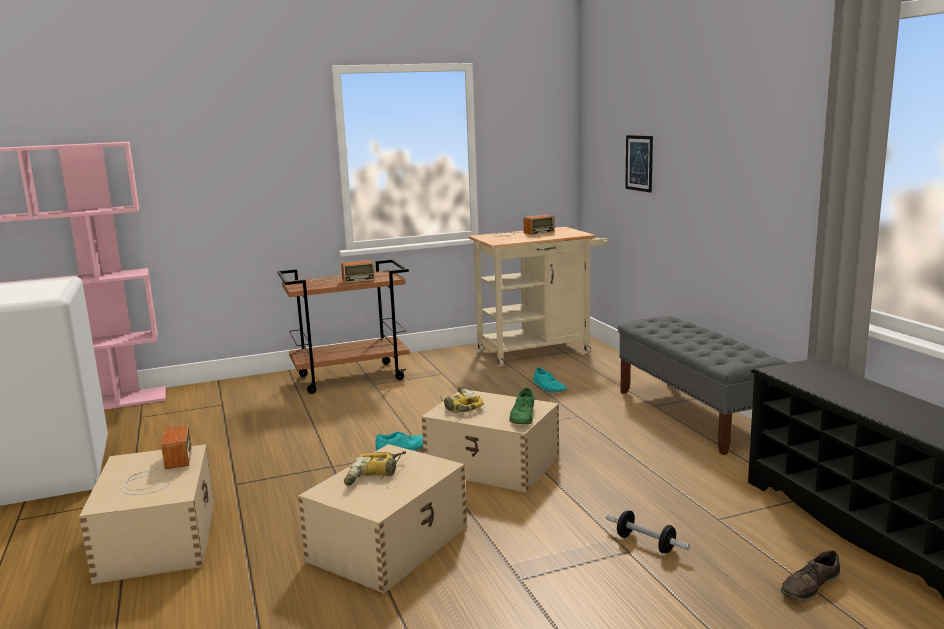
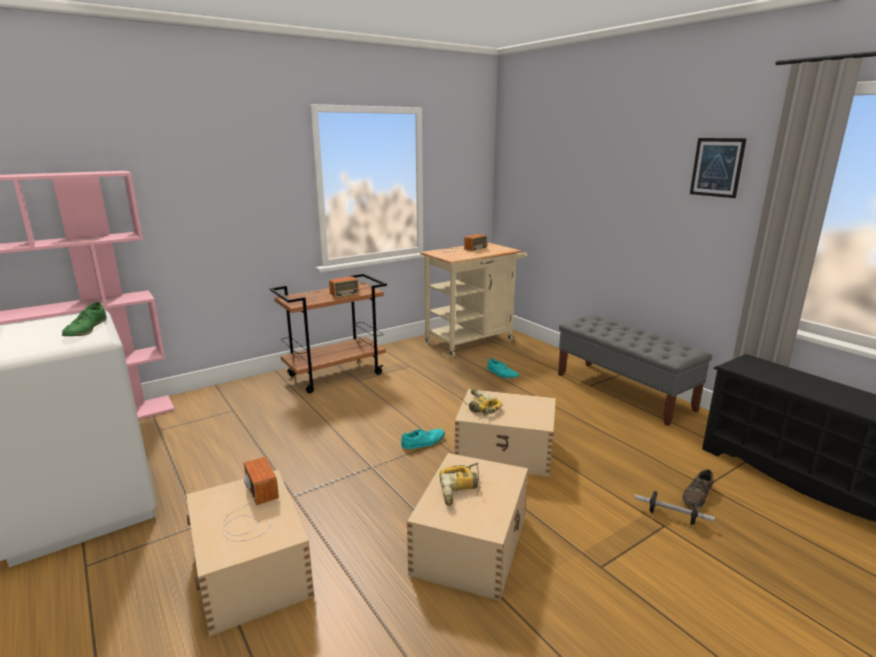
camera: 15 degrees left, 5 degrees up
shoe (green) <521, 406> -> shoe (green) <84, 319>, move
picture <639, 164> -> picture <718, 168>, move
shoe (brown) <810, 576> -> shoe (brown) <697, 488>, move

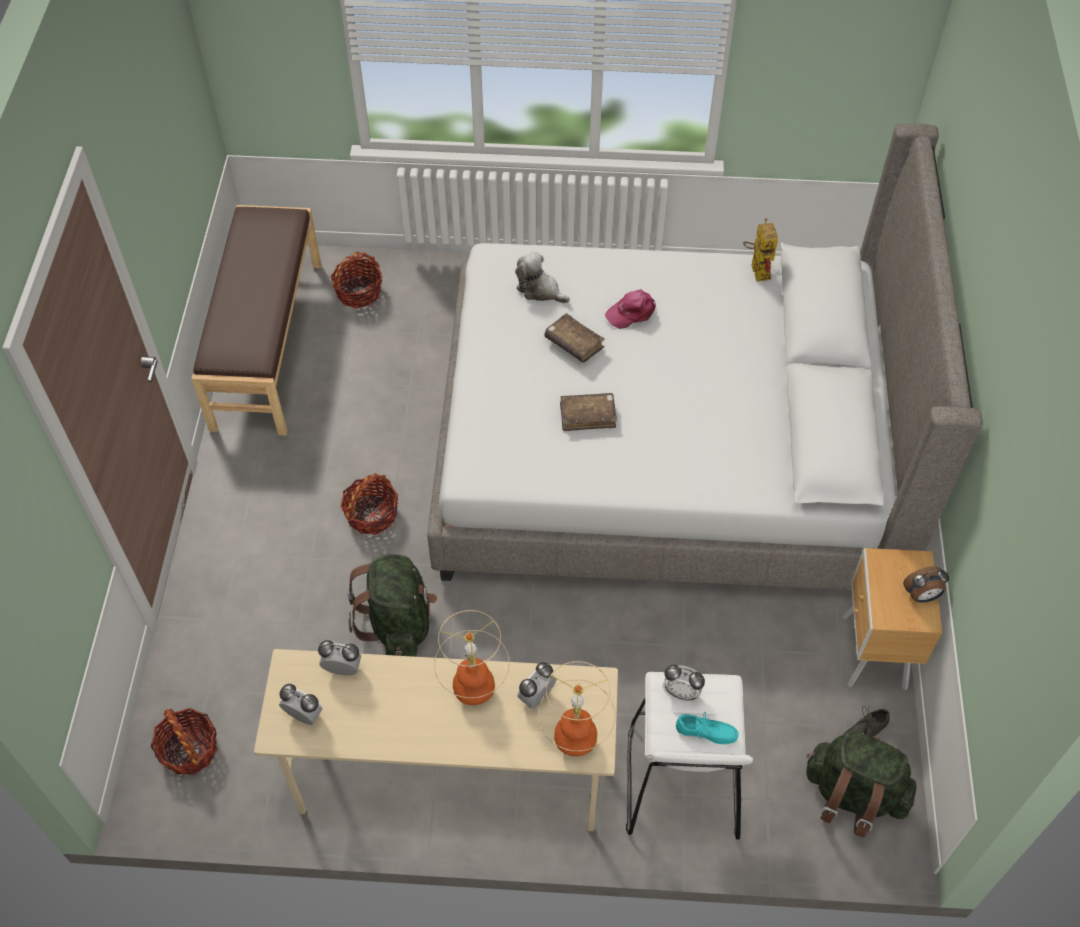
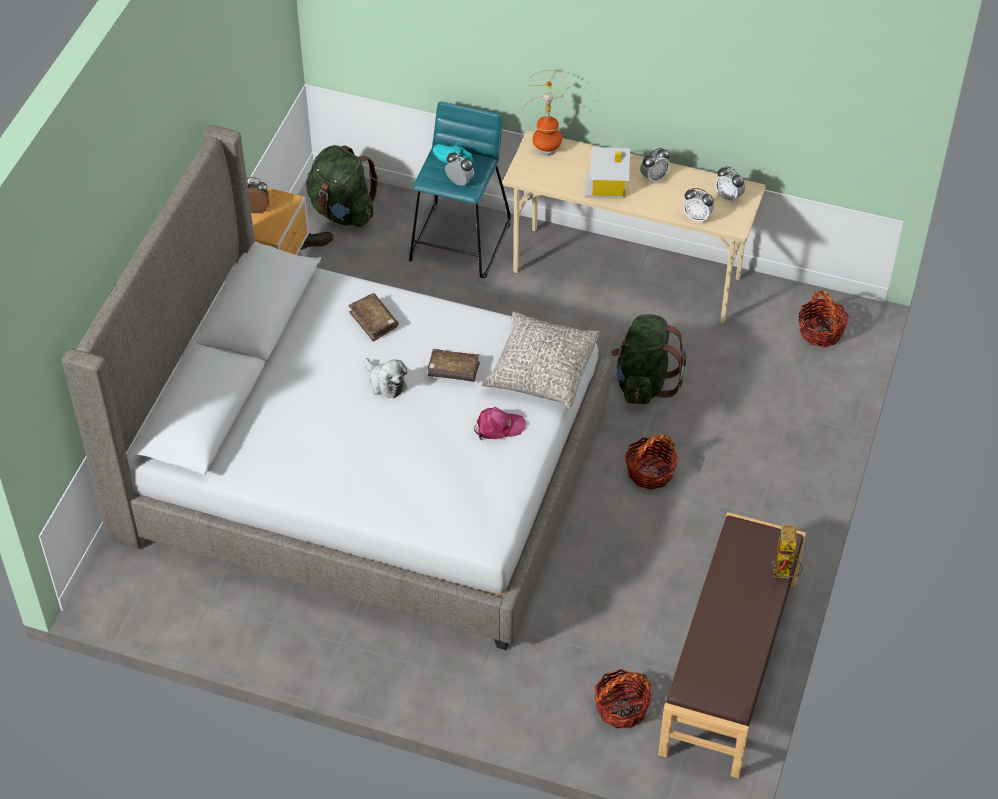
camera: 165 degrees left, 5 degrees down
none -> pillow (grey) <540, 360>
plush toy <542, 277> -> plush toy <385, 378>, move
alarm clock <537, 685> -> alarm clock <655, 166>, move
book (brown) <574, 338> -> book (brown) <373, 317>, move
cap (pink) <630, 309> -> cap (pink) <500, 424>, move
toy robot <760, 250> -> toy robot <787, 551>, move
table lamp <472, 658> -> toy house <607, 173>
stool (white) <689, 756> -> stool (turquoise) <460, 189>

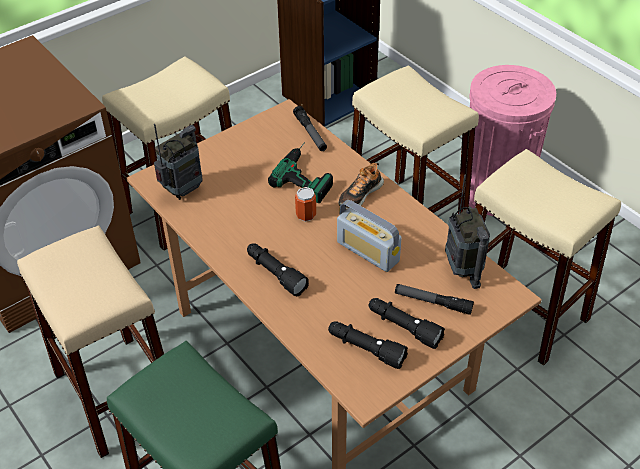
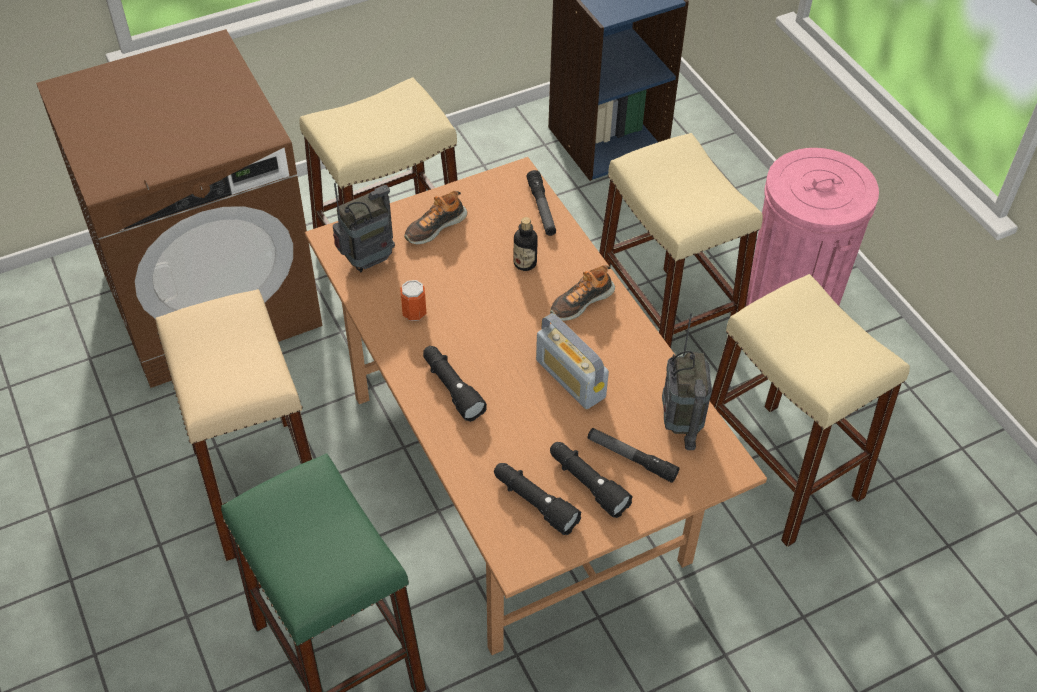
camera: 10 degrees right, 5 degrees up
none -> shoe <435, 217>
can <305, 204> -> can <413, 300>, move
power drill <300, 172> -> bottle <525, 244>

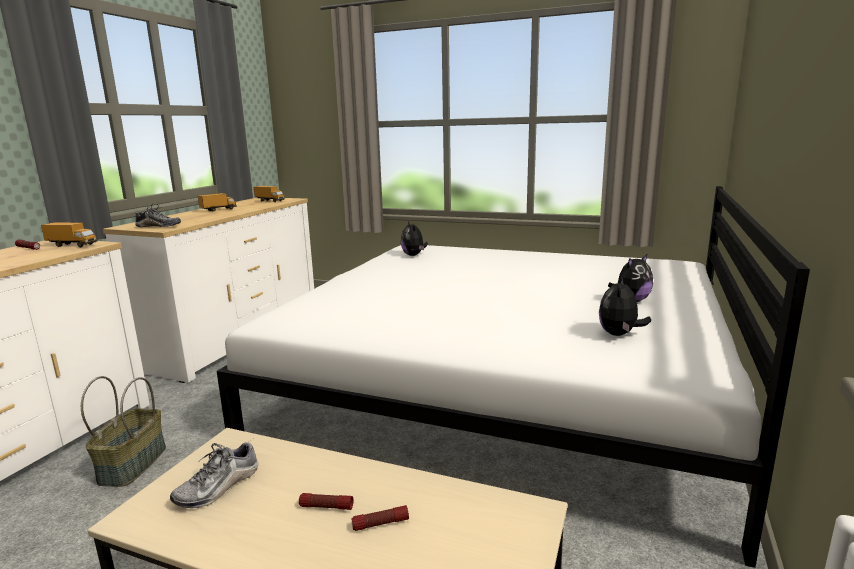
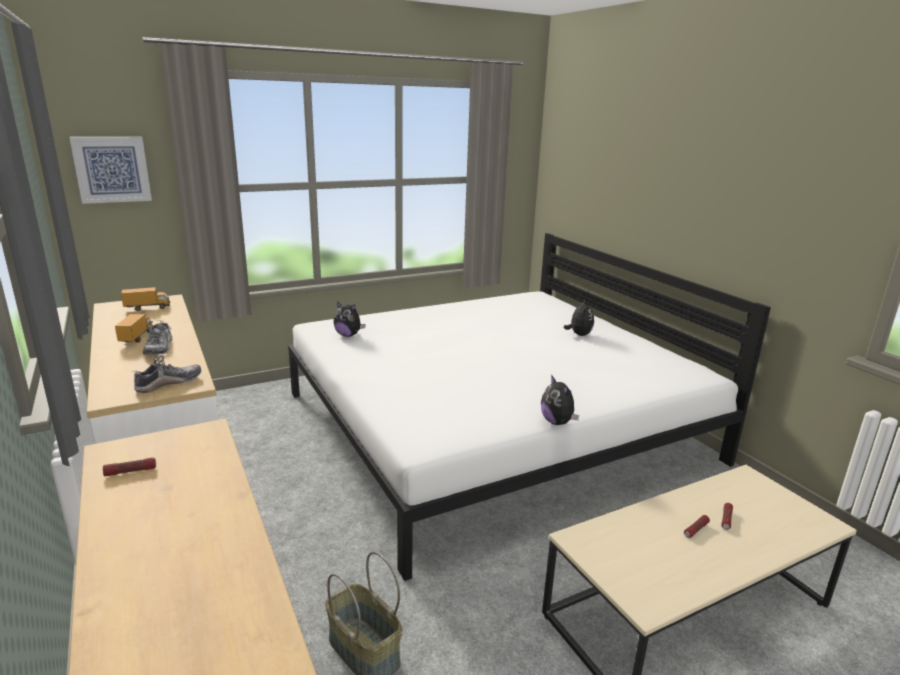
camera: 50 degrees left, 5 degrees up
toy truck <69, 234> -> none
none -> picture <110, 170>
shoe <214, 474> -> shoe <156, 337>, move
plush toy <625, 306> -> plush toy <560, 400>, move

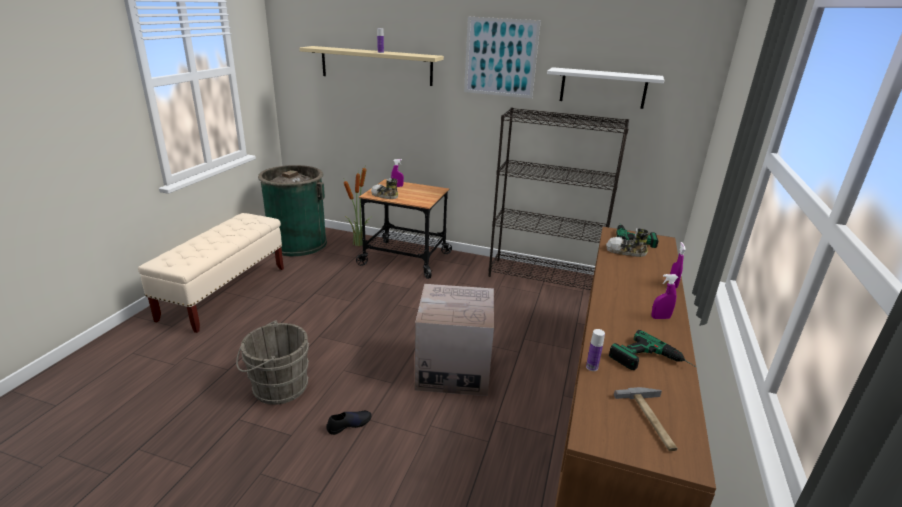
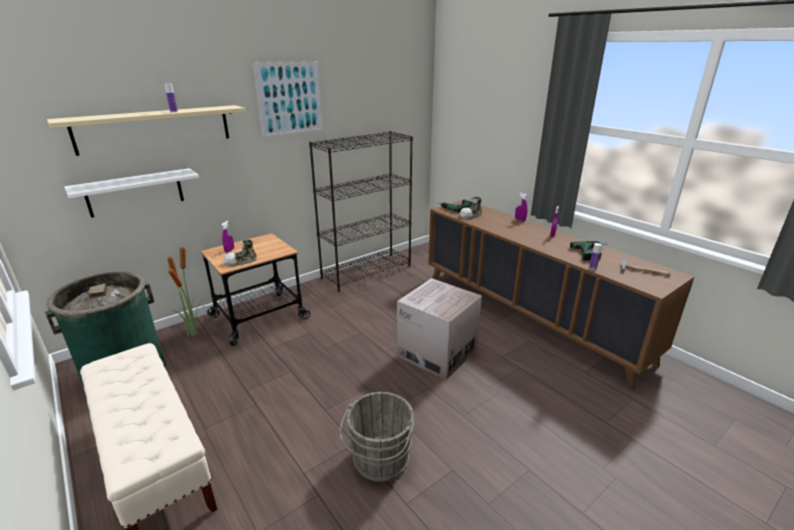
camera: 55 degrees left, 0 degrees up
shoe (black) <349, 423> -> none
shelf (white) <605, 88> -> shelf (white) <132, 193>, move

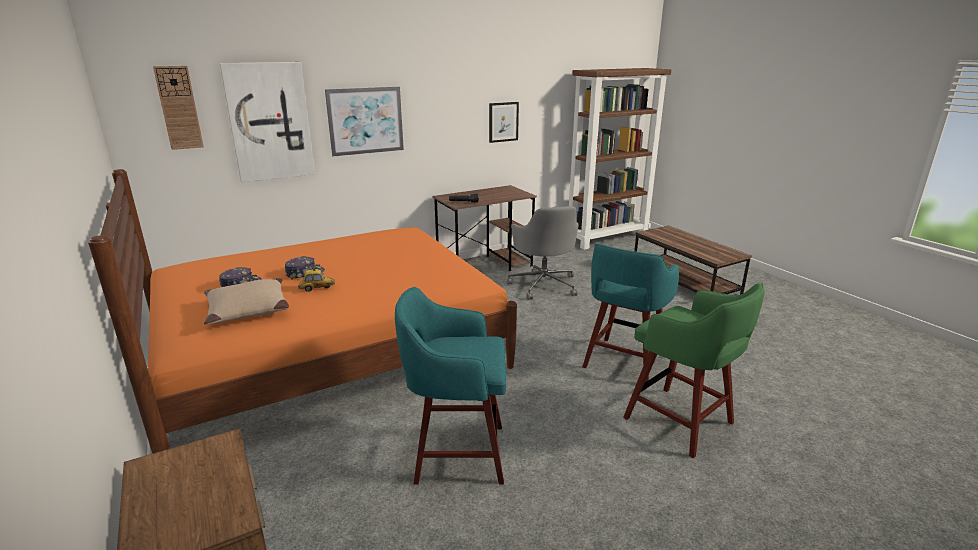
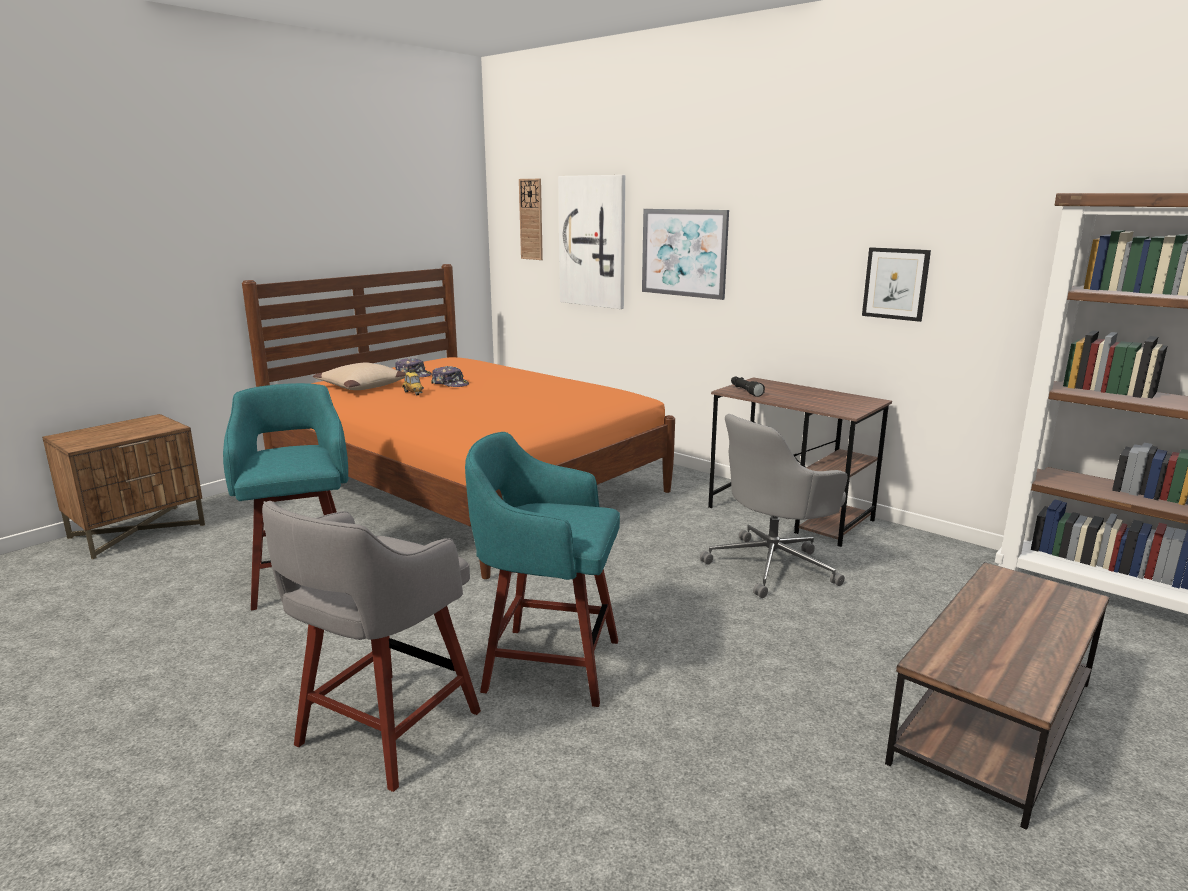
camera: 70 degrees right, 5 degrees down
stool (green) <694, 370> -> stool (grey) <371, 646>

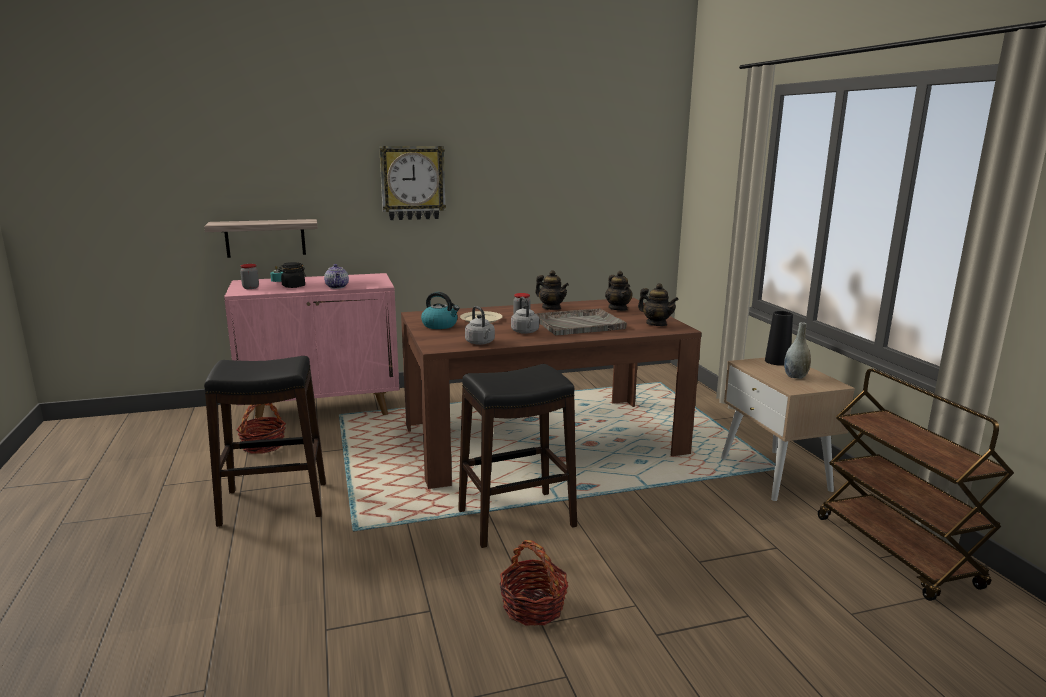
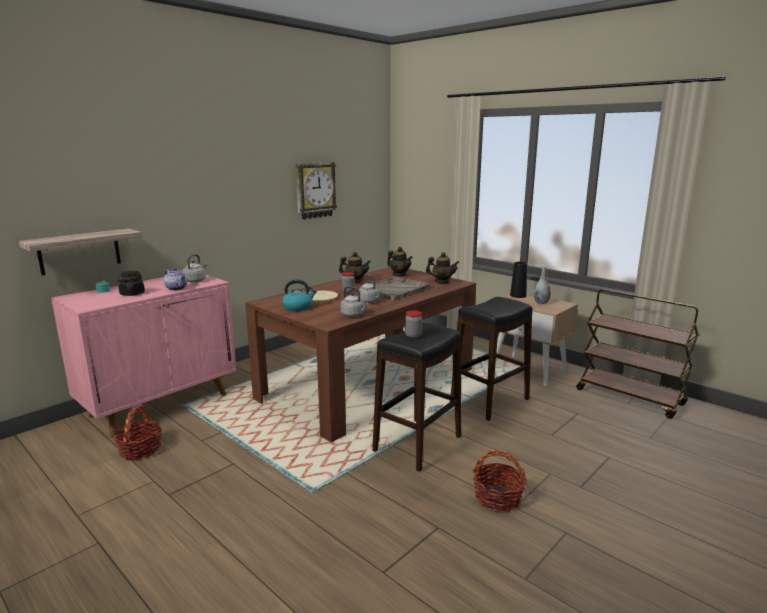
camera: 30 degrees left, 0 degrees up
none -> kettle (grey) <194, 268>
stool (black) <265, 441> -> stool (black) <491, 359>, move
jar <249, 276> -> jar <413, 324>, move
wall clock <412, 183> -> wall clock <316, 190>, move

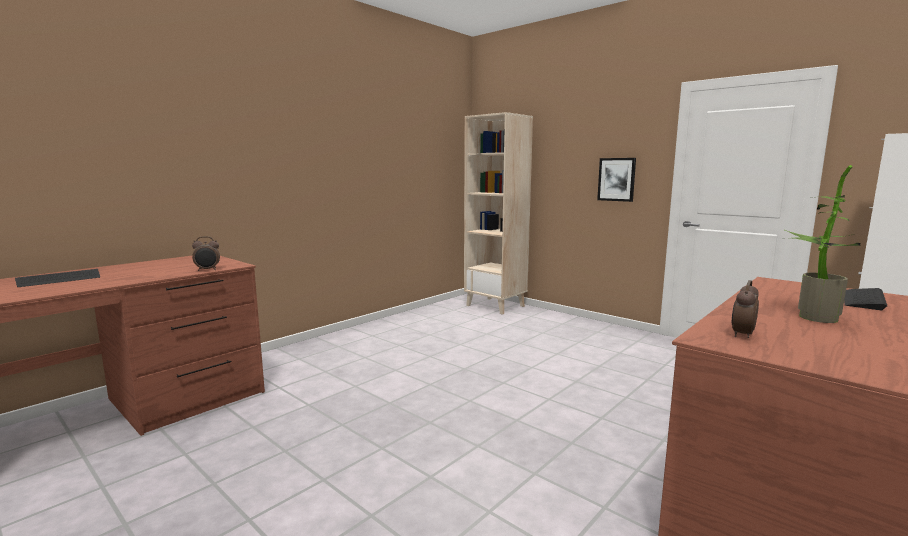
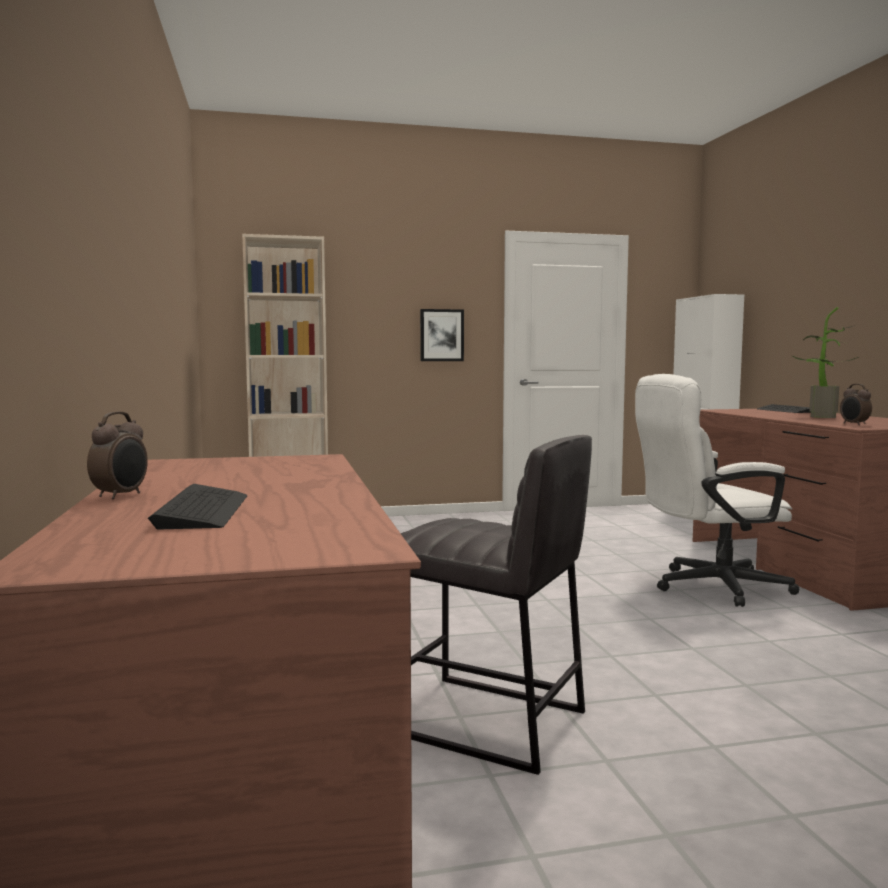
camera: 55 degrees left, 5 degrees down
none -> stool (grey) <496, 605>
none -> office chair (white) <717, 490>
alarm clock <206, 253> -> alarm clock <117, 455>, move

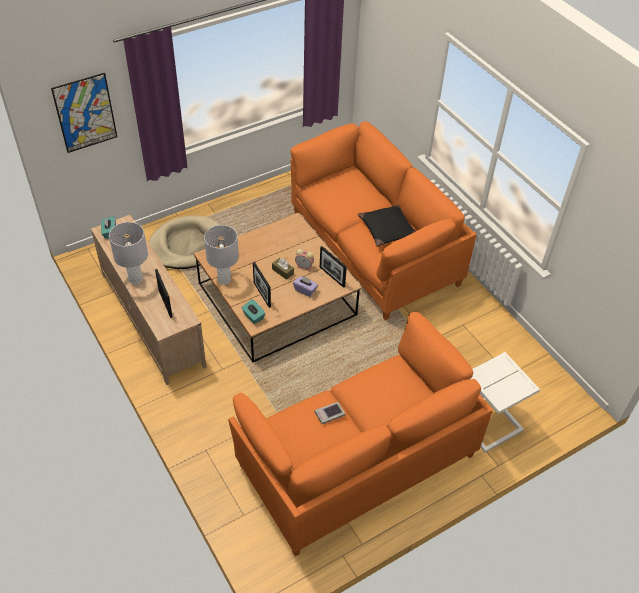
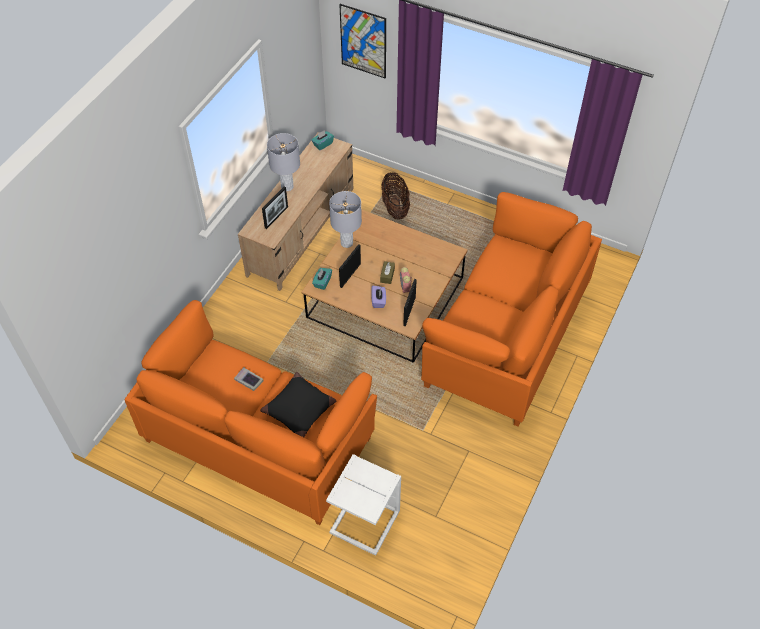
camera: 60 degrees right, 5 degrees up
pillow (black) <387, 226> -> pillow (black) <298, 404>, move
dog bed (beige) <184, 242> -> basket <395, 195>

